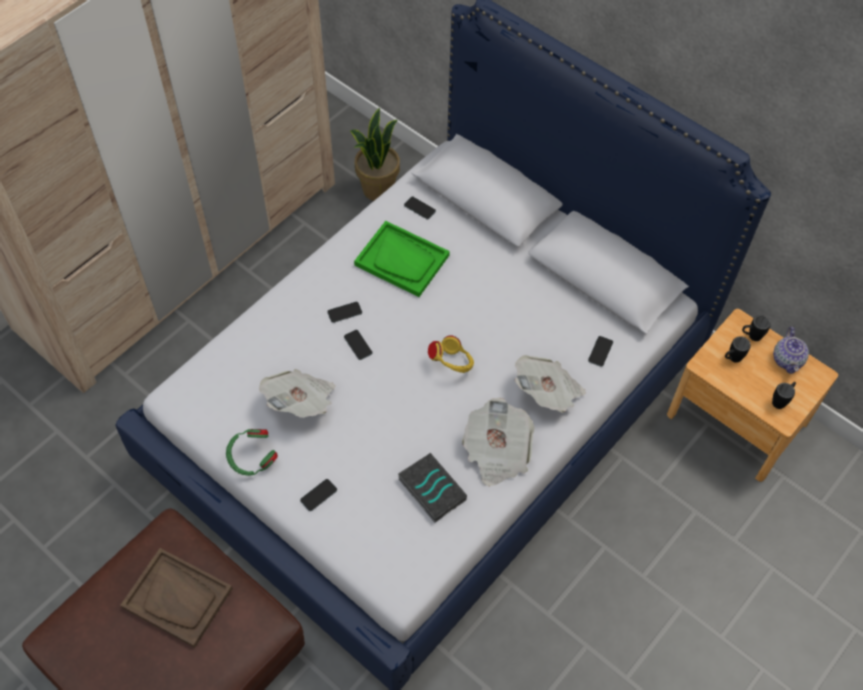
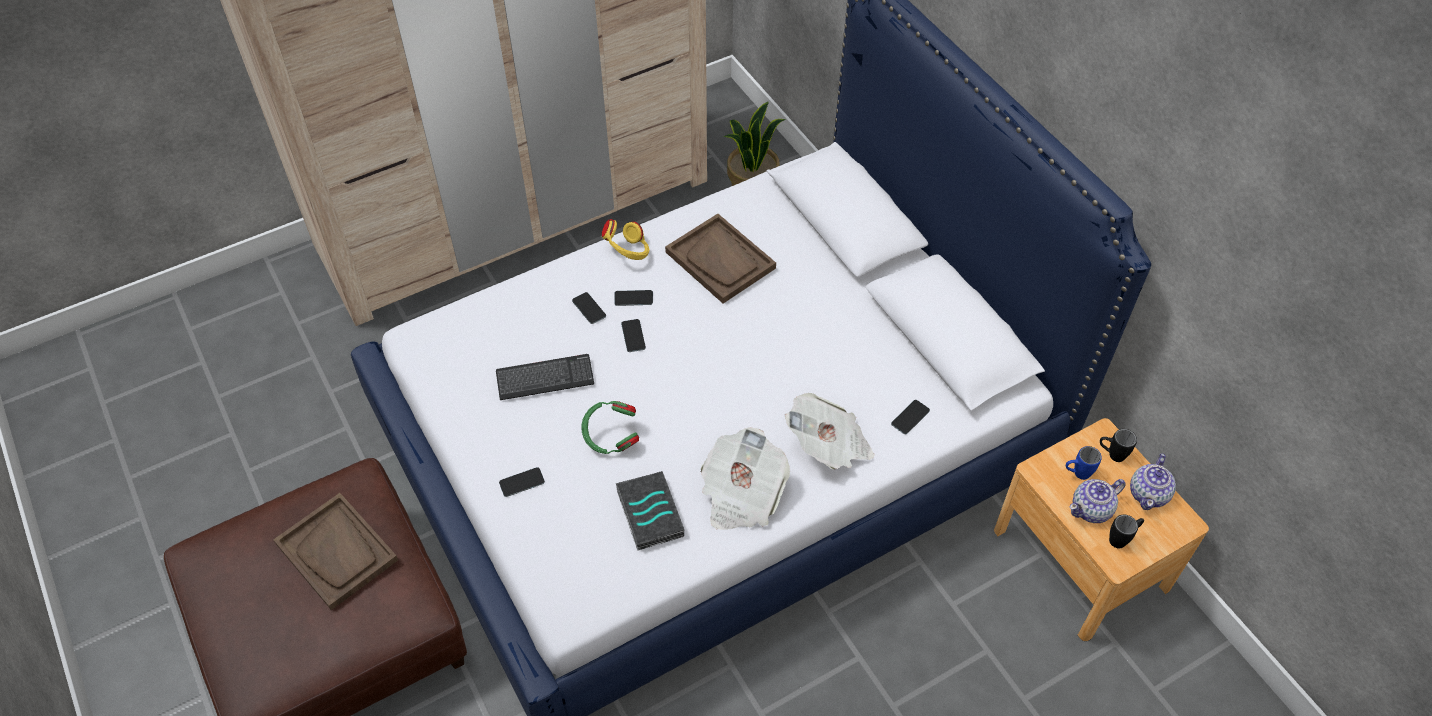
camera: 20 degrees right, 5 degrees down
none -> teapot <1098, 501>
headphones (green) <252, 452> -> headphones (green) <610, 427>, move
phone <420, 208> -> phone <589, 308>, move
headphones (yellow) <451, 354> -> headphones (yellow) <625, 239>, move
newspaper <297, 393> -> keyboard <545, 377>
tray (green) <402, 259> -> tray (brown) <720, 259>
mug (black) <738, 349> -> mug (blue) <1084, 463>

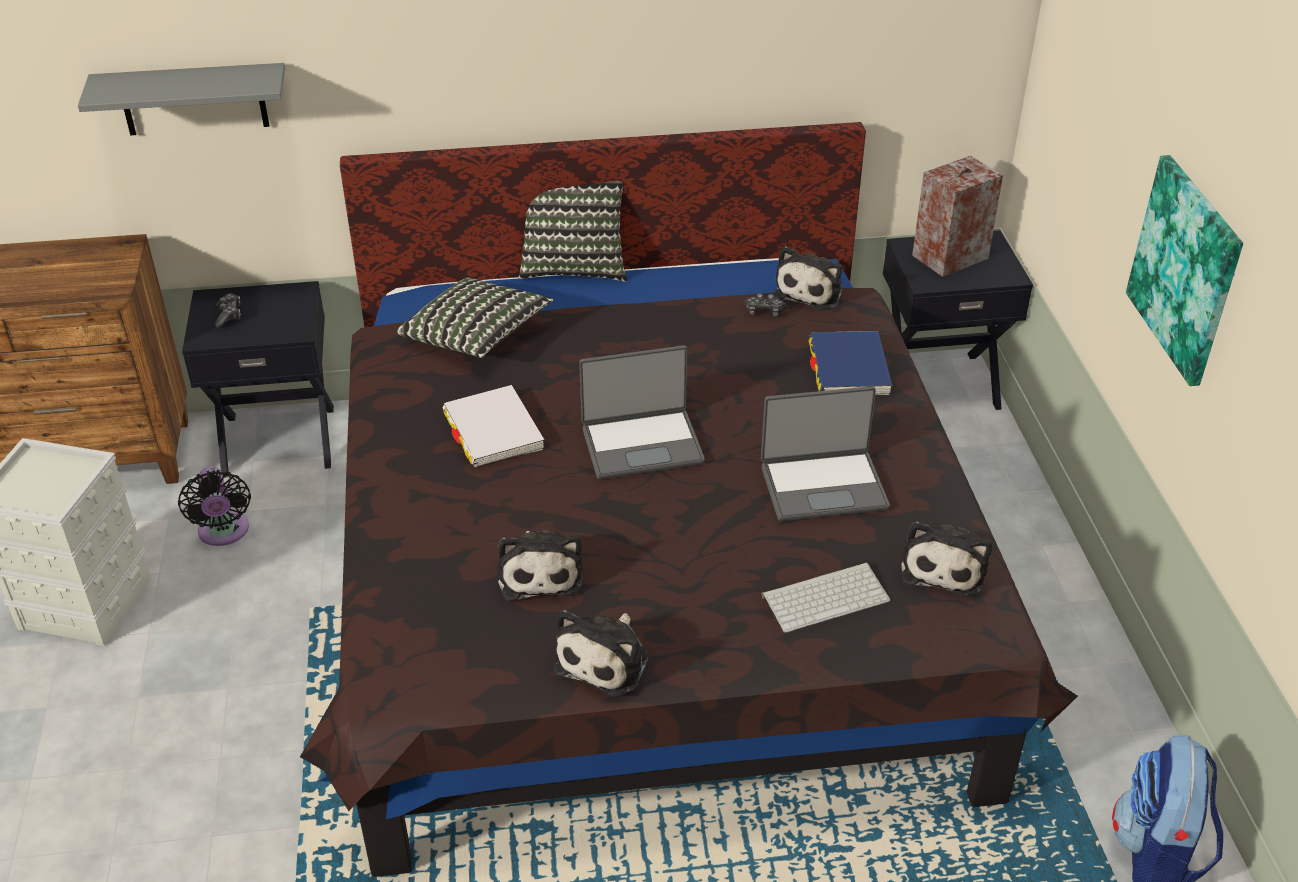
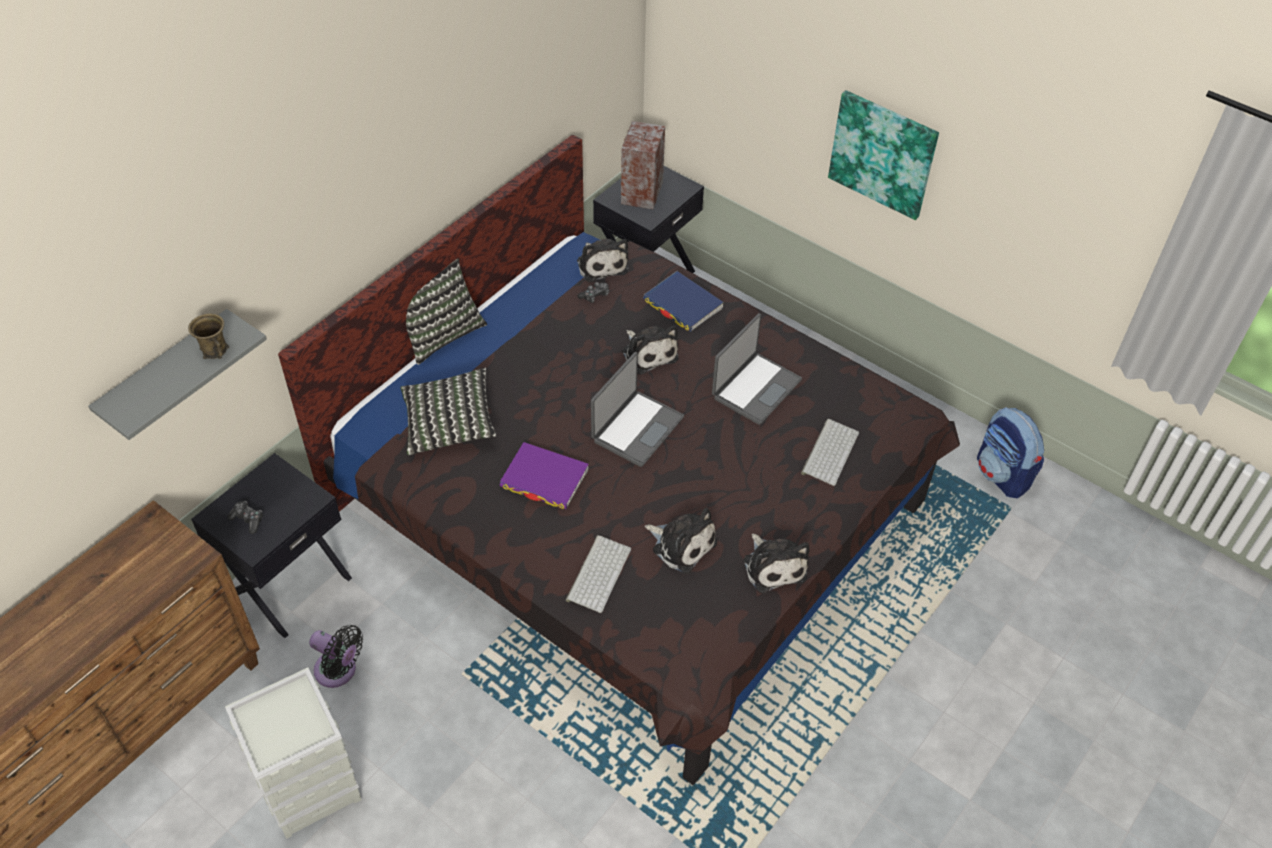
camera: 45 degrees left, 10 degrees up
none -> mug (brown) <208, 336>
none -> keyboard <598, 574>
plush toy <946, 559> -> plush toy <650, 350>, move
book (white) <493, 426> -> book (purple) <544, 475>

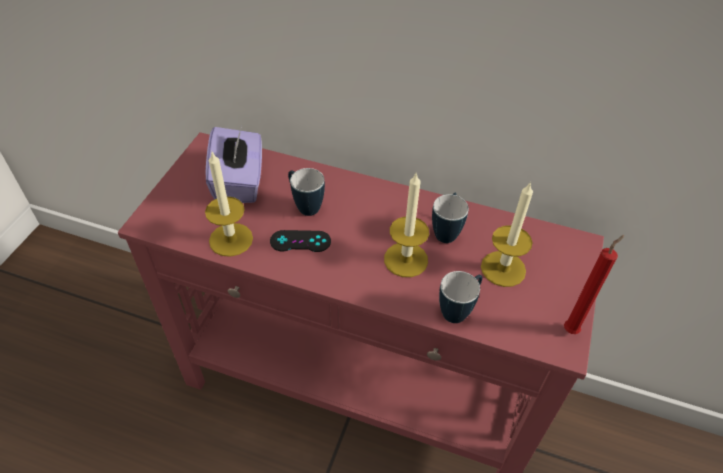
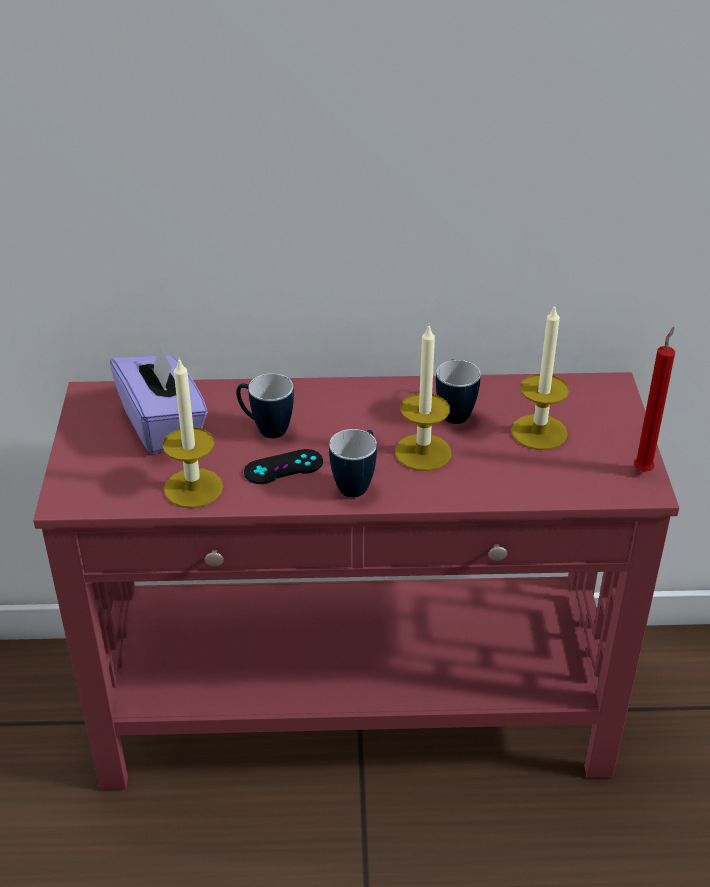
camera: 20 degrees left, 10 degrees down
mug <460, 297> -> mug <353, 463>, move

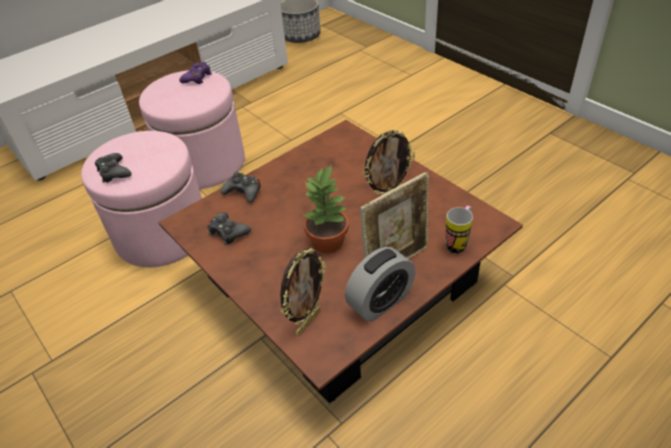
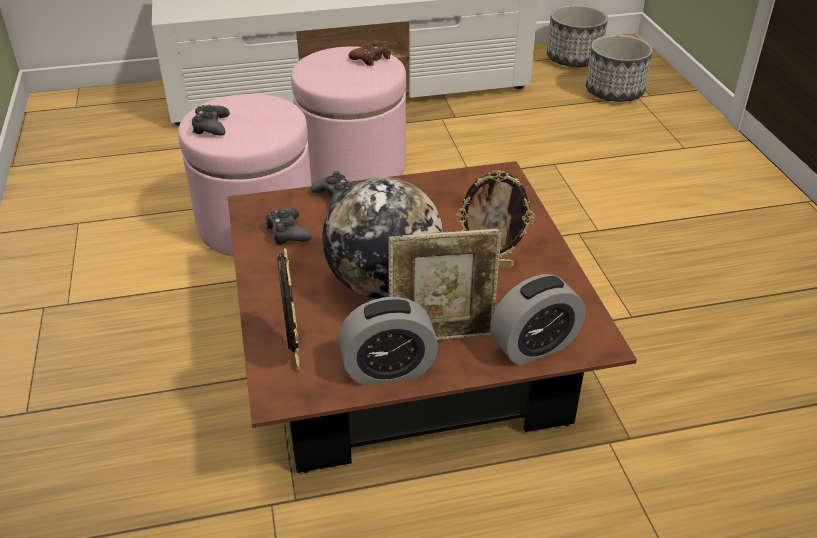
camera: 25 degrees right, 5 degrees down
none -> planter <619, 68>
potted plant <326, 208> -> globe <383, 238>
mug <459, 230> -> alarm clock <537, 319>
game controller (purple) <195, 73> -> game controller (brown) <369, 53>
picture frame <303, 292> -> picture frame <288, 309>, 75 degrees counterclockwise

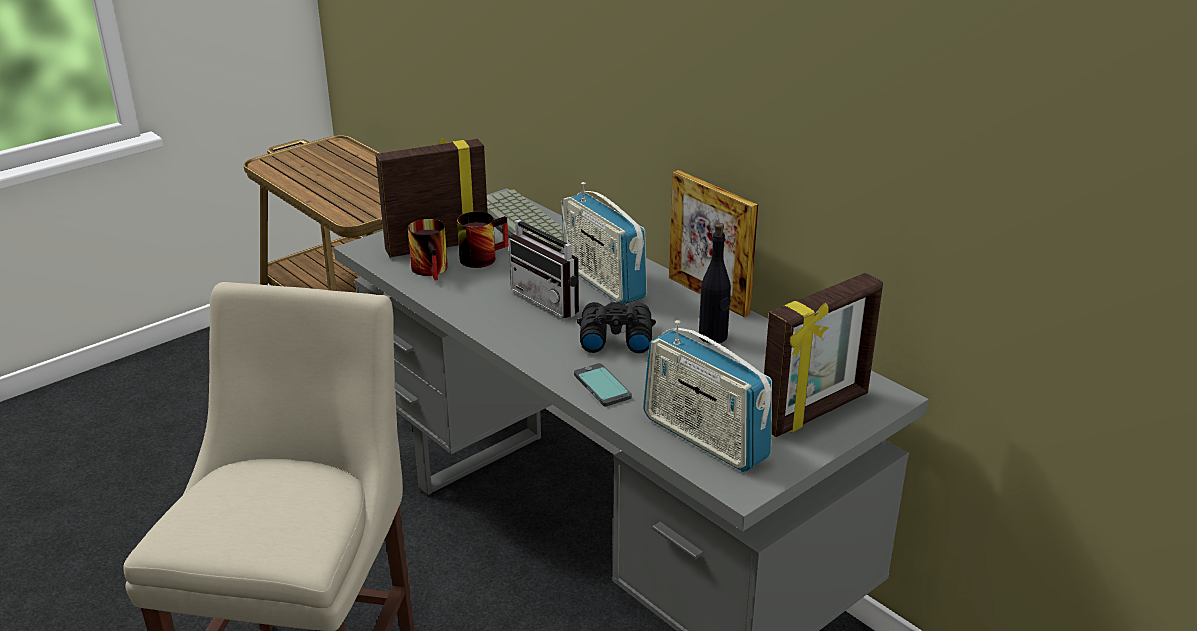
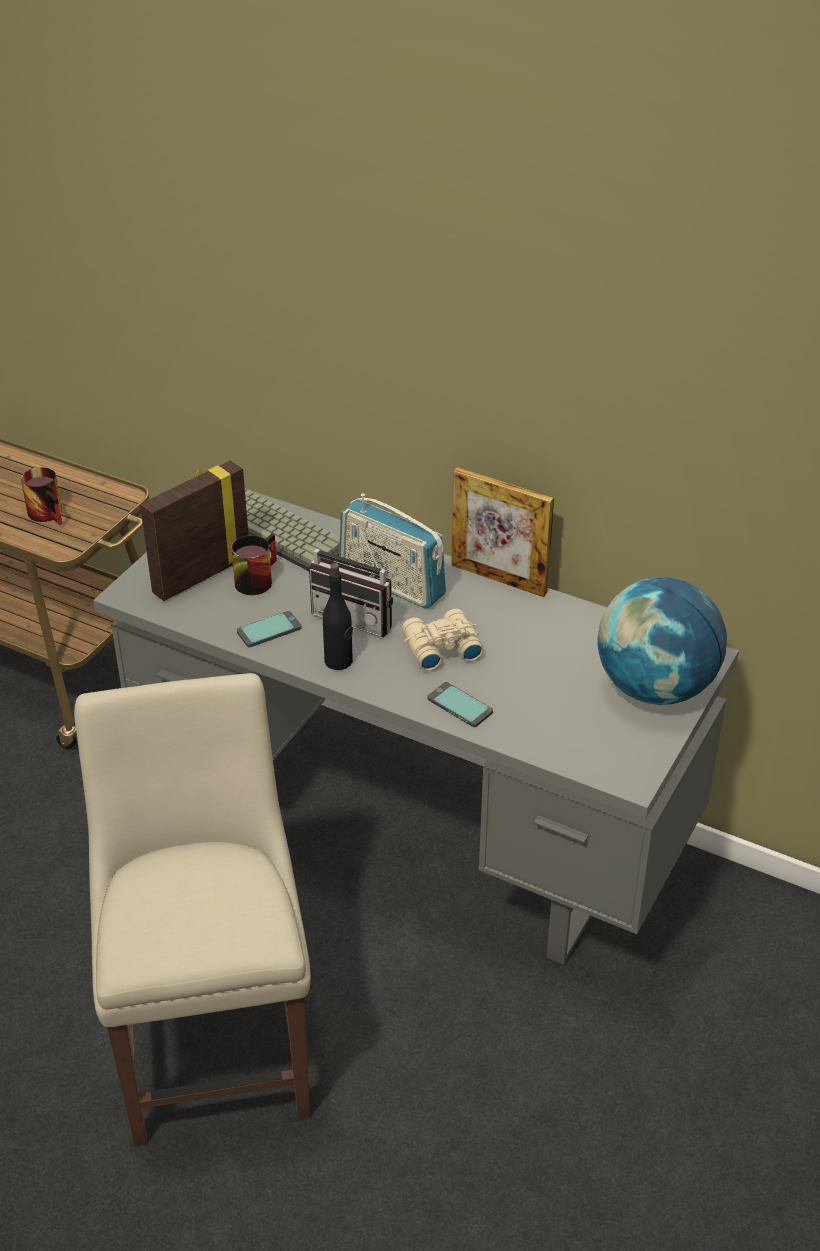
camera: 20 degrees left, 10 degrees up
radio <707, 396> -> none
none -> phone <269, 629>
mug <428, 249> -> mug <41, 496>, move
bottle (black) <715, 283> -> bottle (black) <338, 616>, move
picture frame <823, 355> -> globe <662, 641>
binoculars (black) <616, 327> -> binoculars (beige) <443, 640>

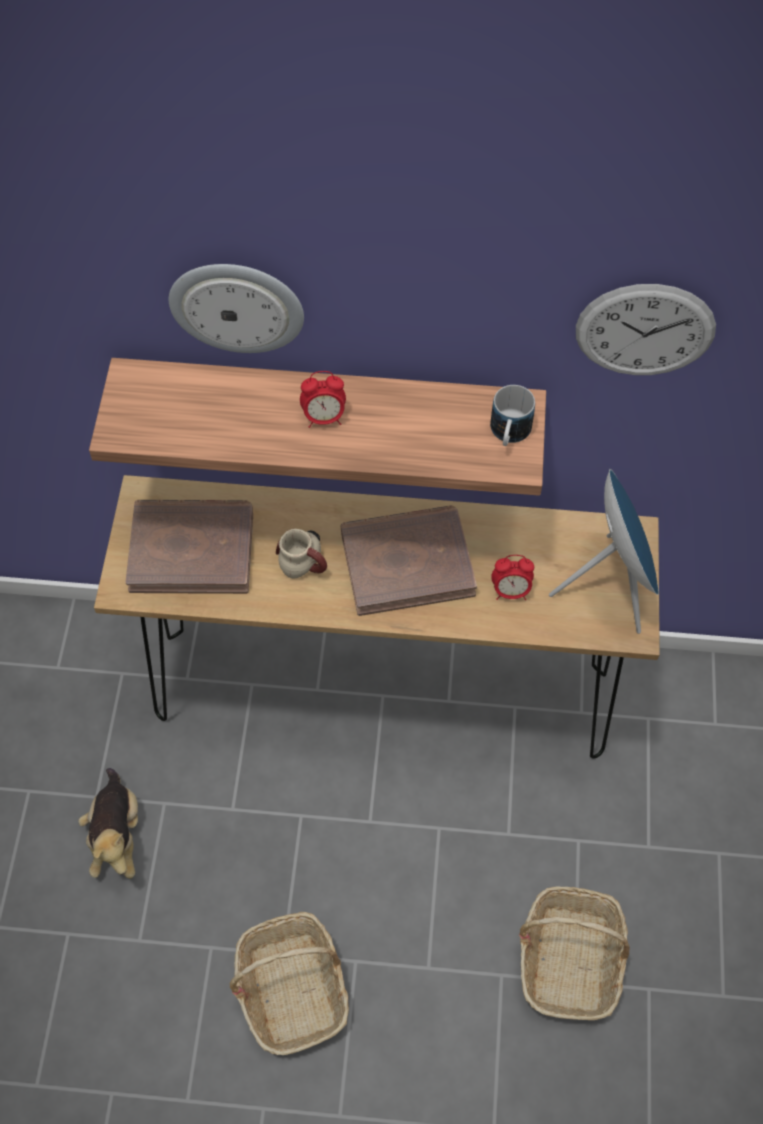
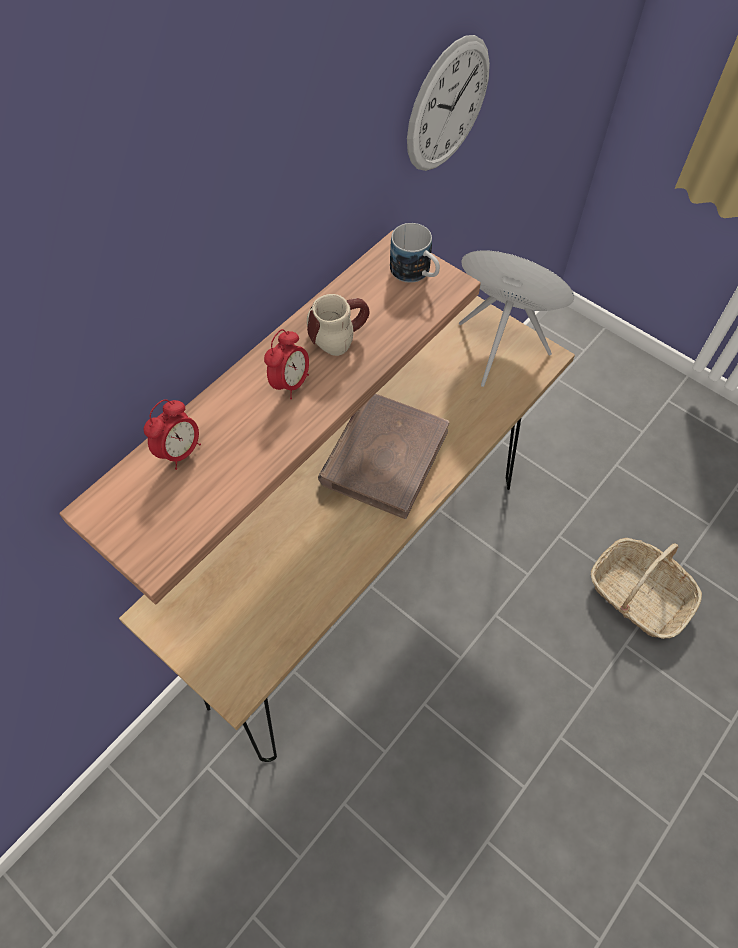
camera: 55 degrees left, 0 degrees up
plush toy <108, 823> -> none
book (brown) <189, 547> -> none
wall clock <236, 308> -> none
basket <289, 983> -> none
mug <301, 553> -> mug <338, 325>, move
alarm clock <512, 577> -> alarm clock <172, 434>, move

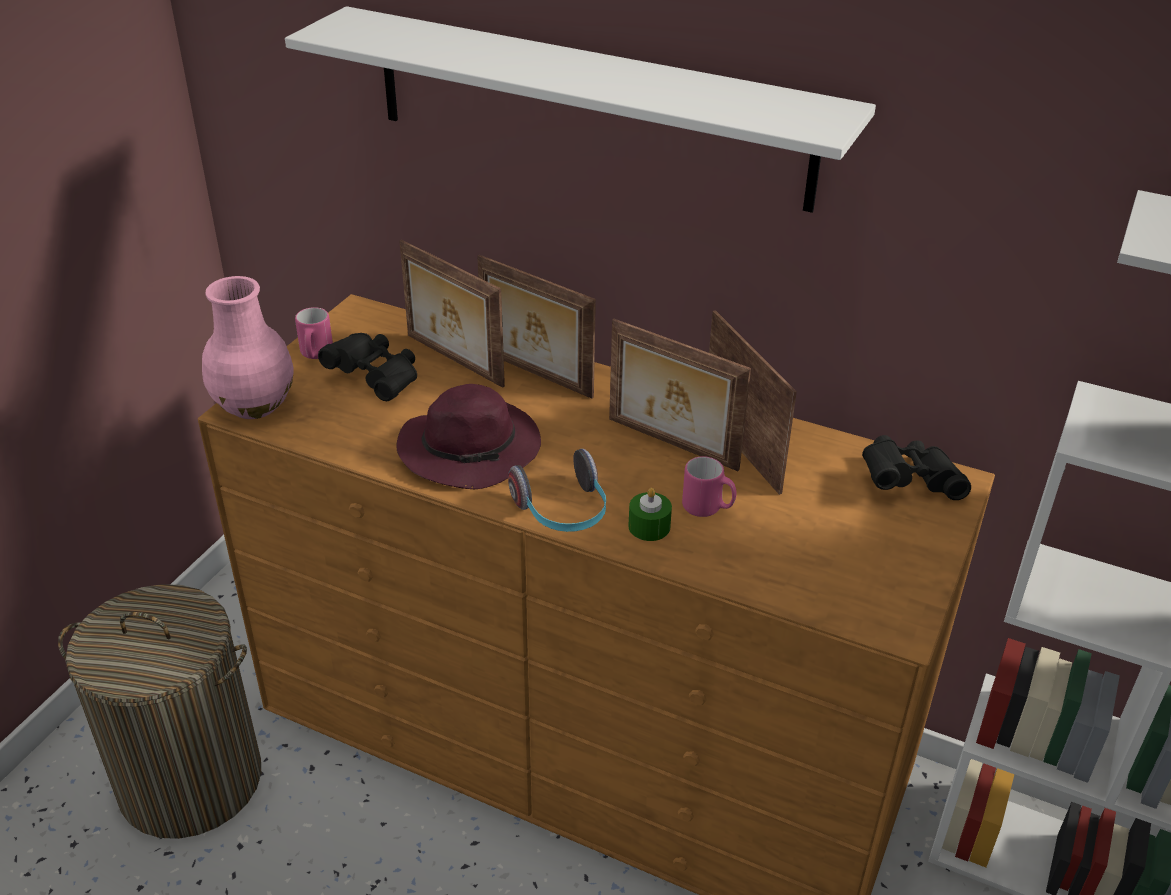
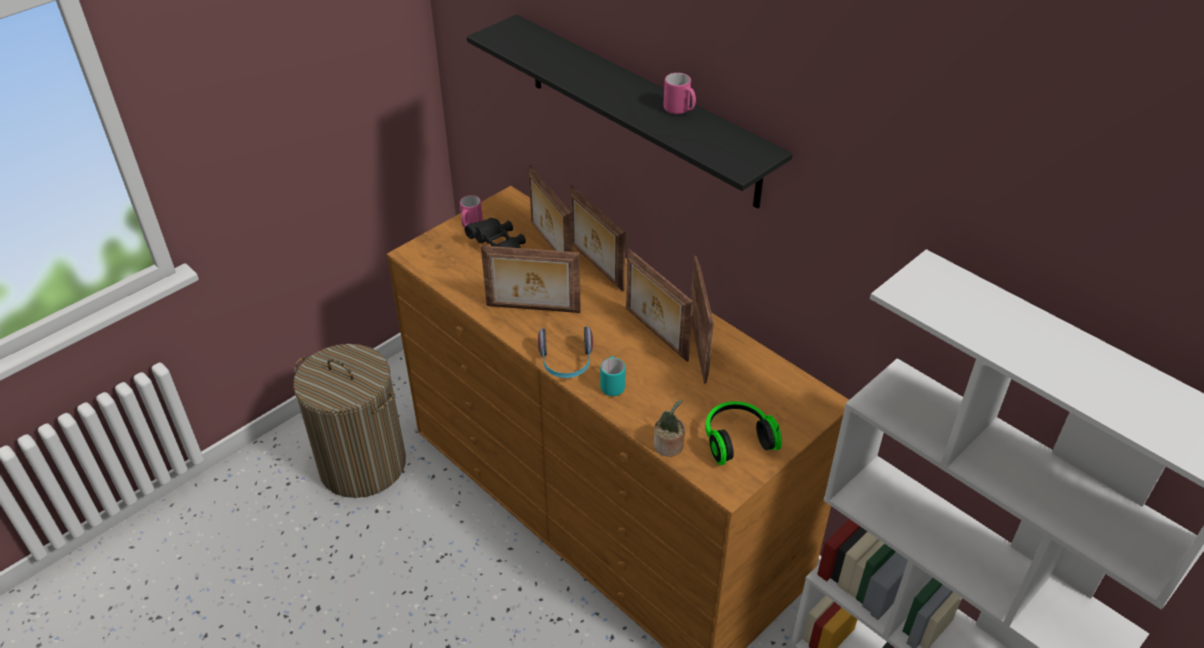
camera: 20 degrees right, 5 degrees up
vase (pink) <248, 347> -> none
binoculars (black) <916, 467> -> none
none -> potted plant <669, 427>
none -> headphones <744, 433>
mug (pink) <709, 486> -> mug (pink) <679, 93>, move
hat (purple) <468, 436> -> picture frame <531, 279>
candle (green) <650, 514> -> mug (turquoise) <613, 376>
shelf (white) <580, 109> -> shelf (black) <630, 111>

